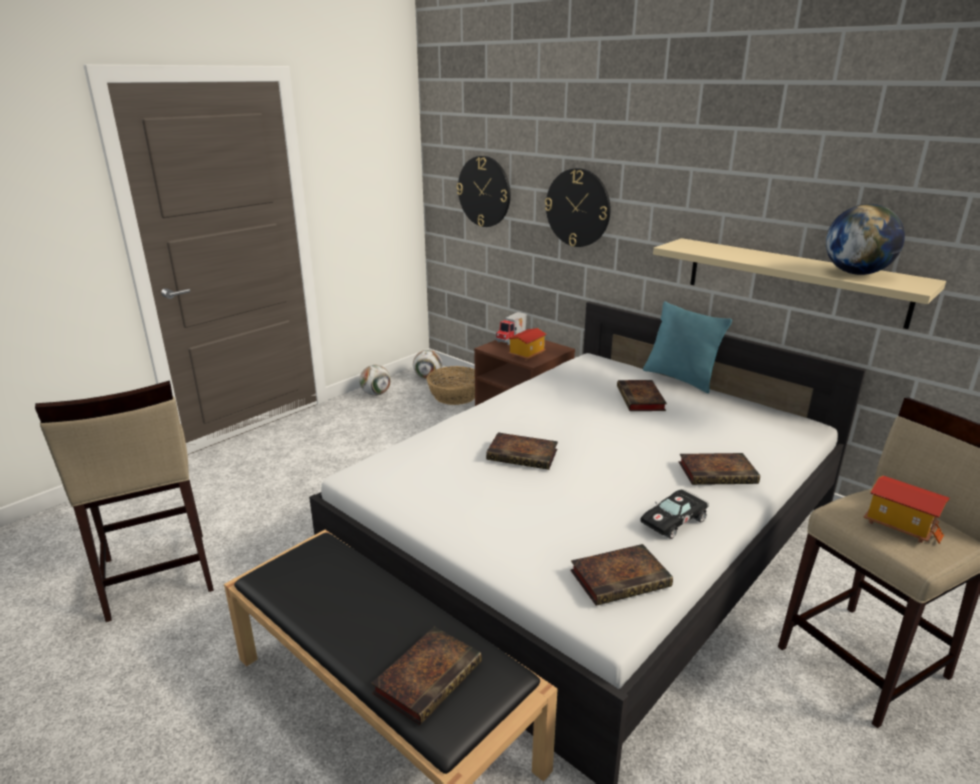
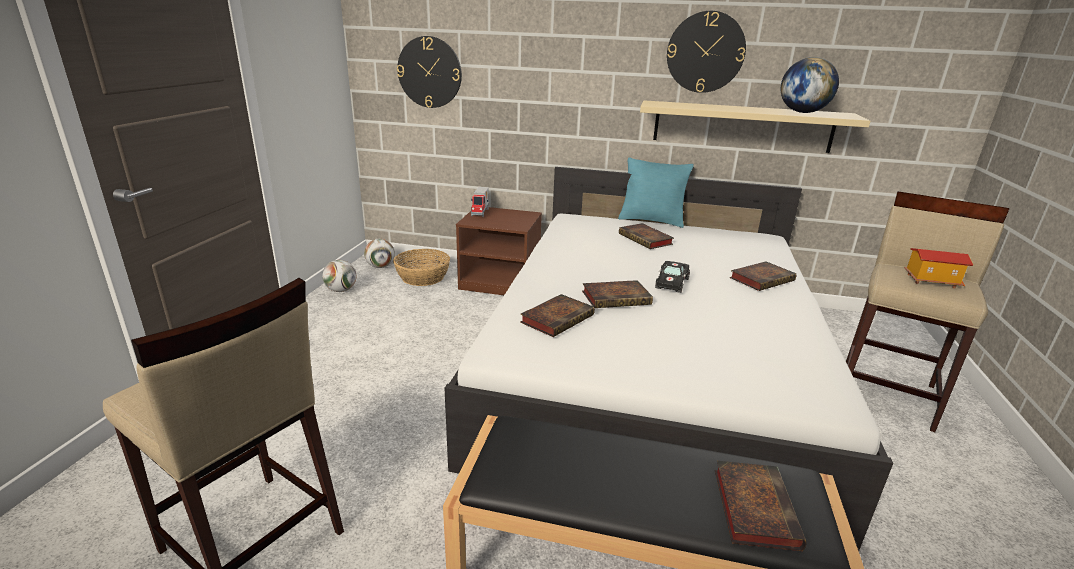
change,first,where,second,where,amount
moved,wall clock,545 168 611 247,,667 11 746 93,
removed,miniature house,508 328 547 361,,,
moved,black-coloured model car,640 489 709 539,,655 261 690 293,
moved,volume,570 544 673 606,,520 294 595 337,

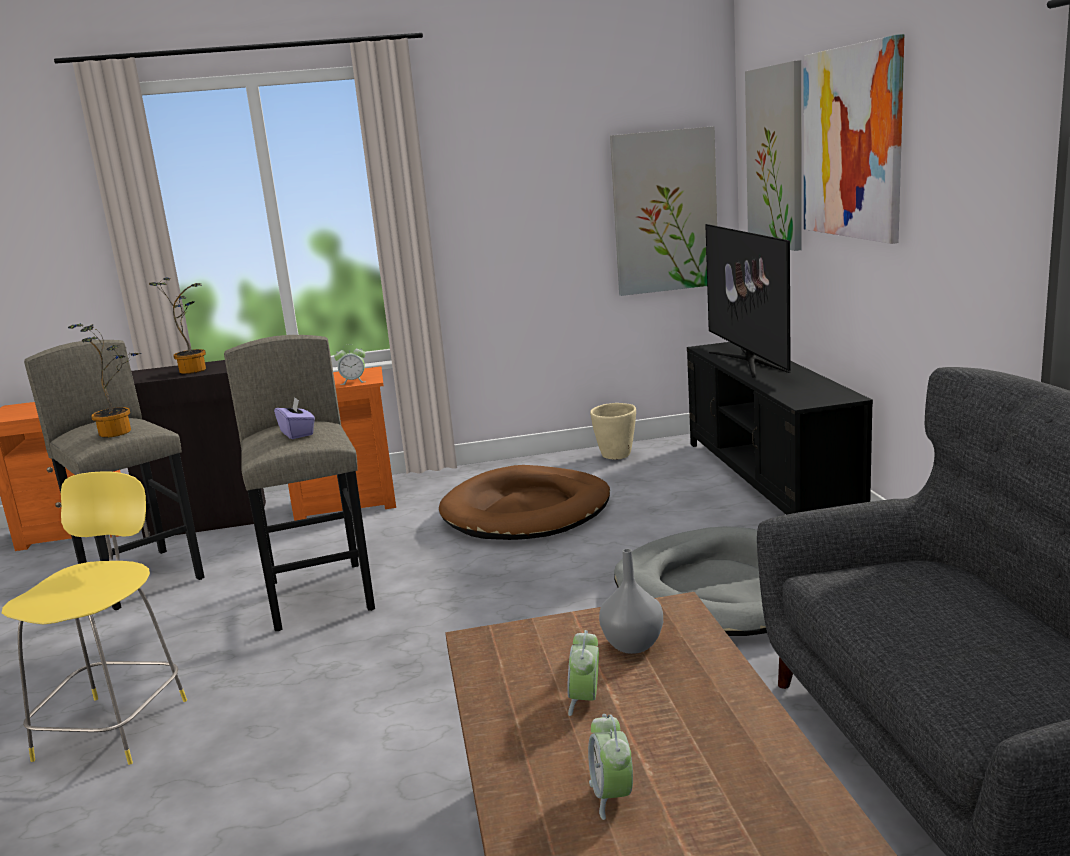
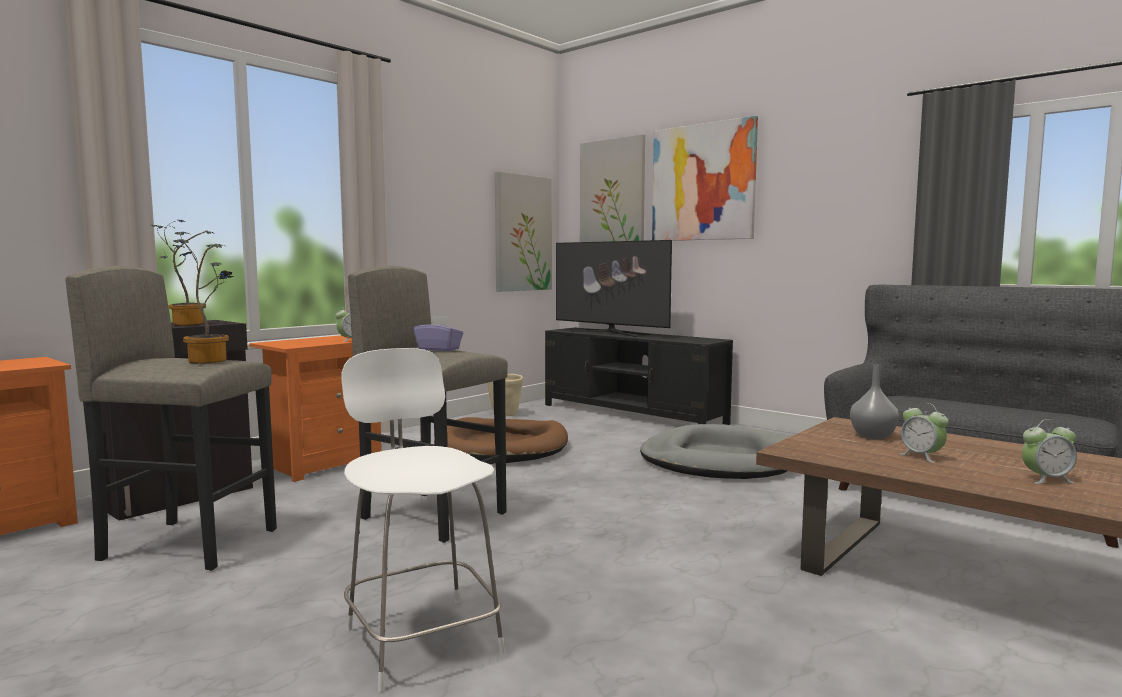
change,first,where,second,where,amount
recoloured,yellowish sitting stool,2 471 187 765,whitish sitting stool,342 348 505 692,
turned,table clock,588 714 633 820,,1022 419 1077 484,45 degrees counterclockwise

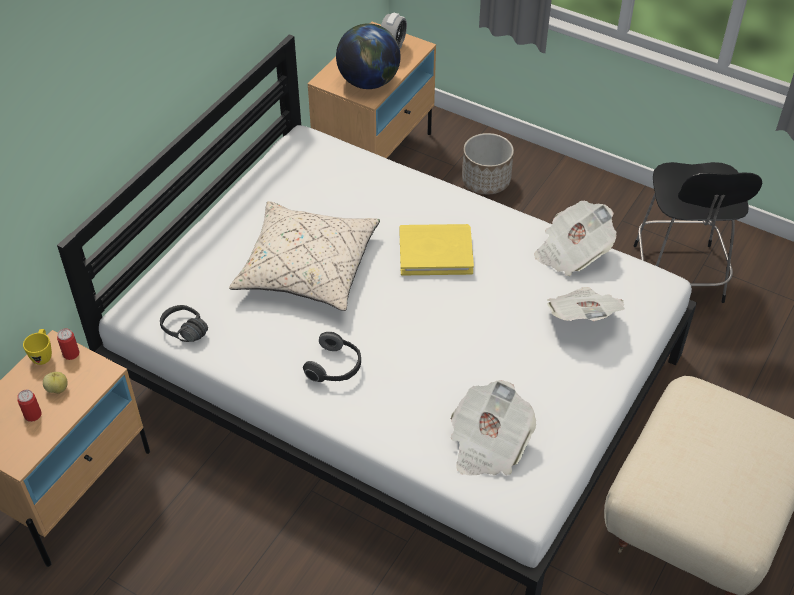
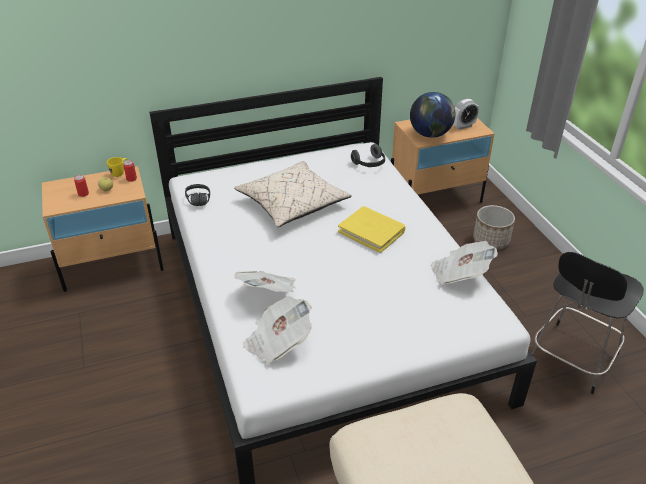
change,first,where,second,where,amount
moved,newspaper,547 287 625 321,,234 271 296 292,
moved,pair of headphones,303 332 361 382,,351 144 385 167,

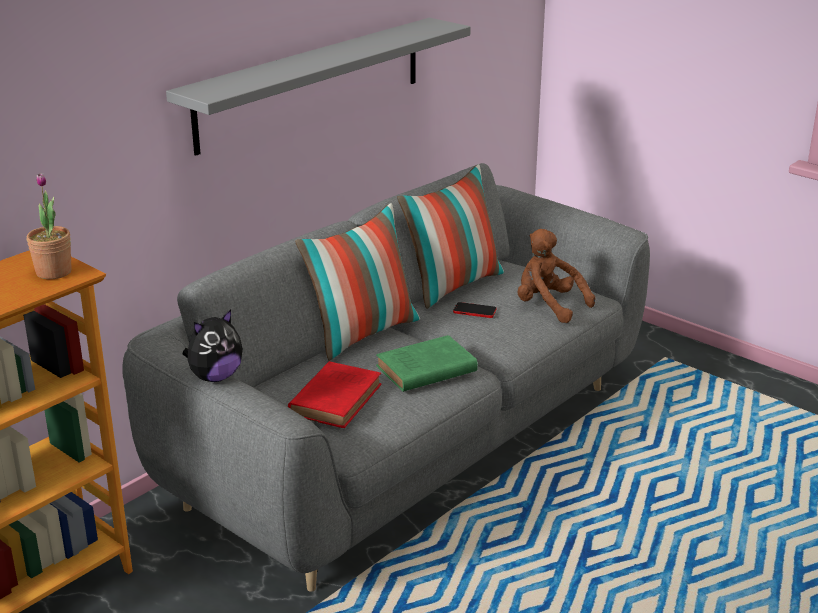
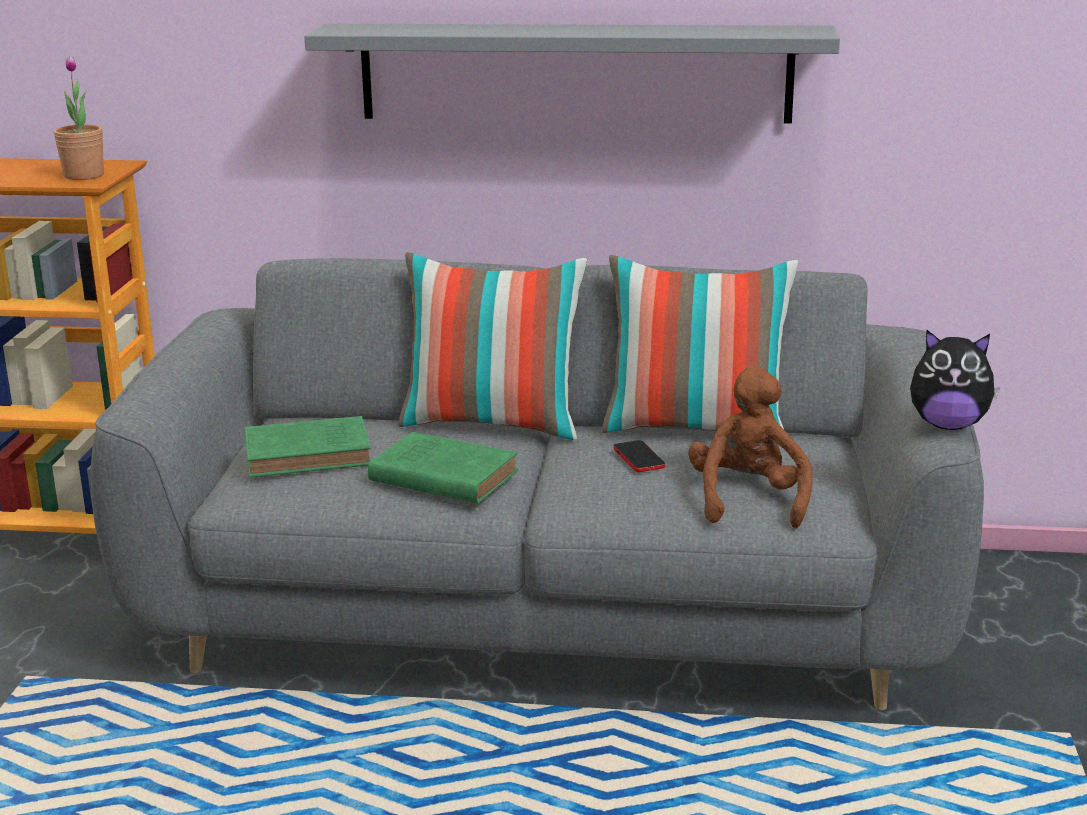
change,first,where,second,where,amount
moved,cuddly toy,183 309 243 382,,910 330 1000 430,
recoloured,reddish volume,288 361 382 428,green volume,245 416 370 477,

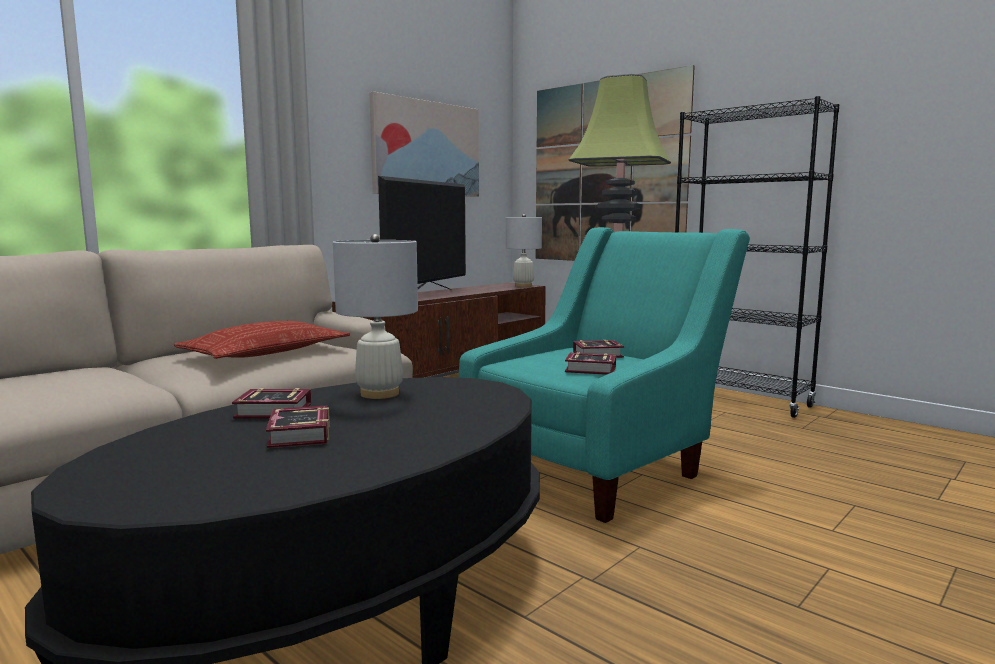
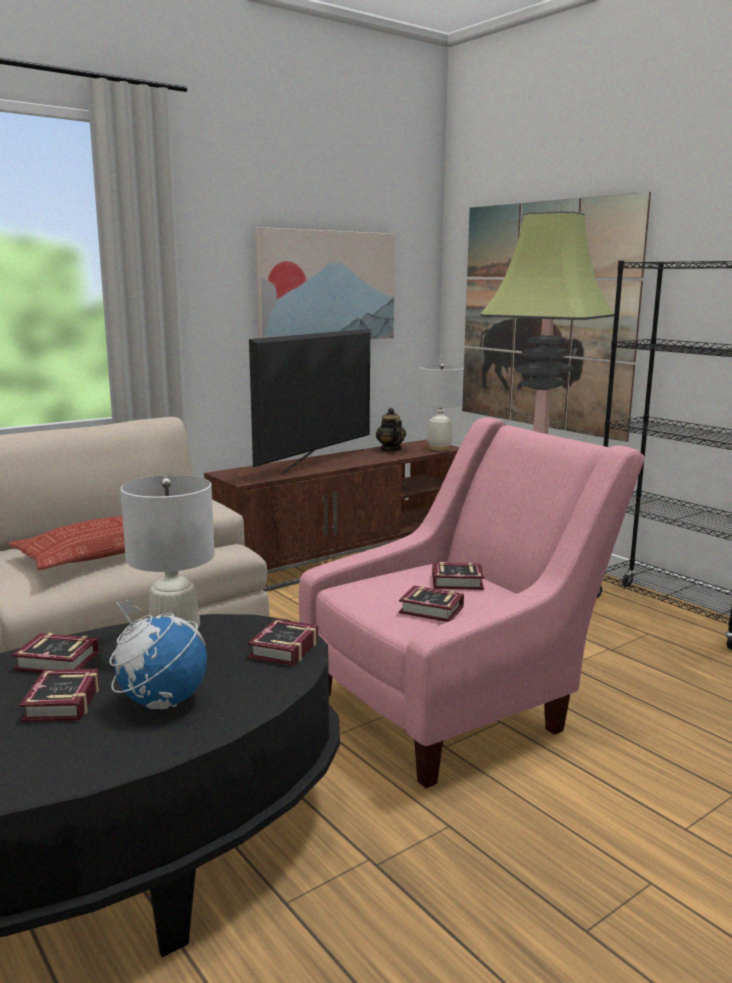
change,first,where,second,where,amount
recoloured,turquoise lounge chair,459 227 750 523,pink lounge chair,299 417 645 788,
added,,,teapot,376 408 406 451,
added,,,globe,110 598 207 709,
added,,,volume,248 619 318 666,

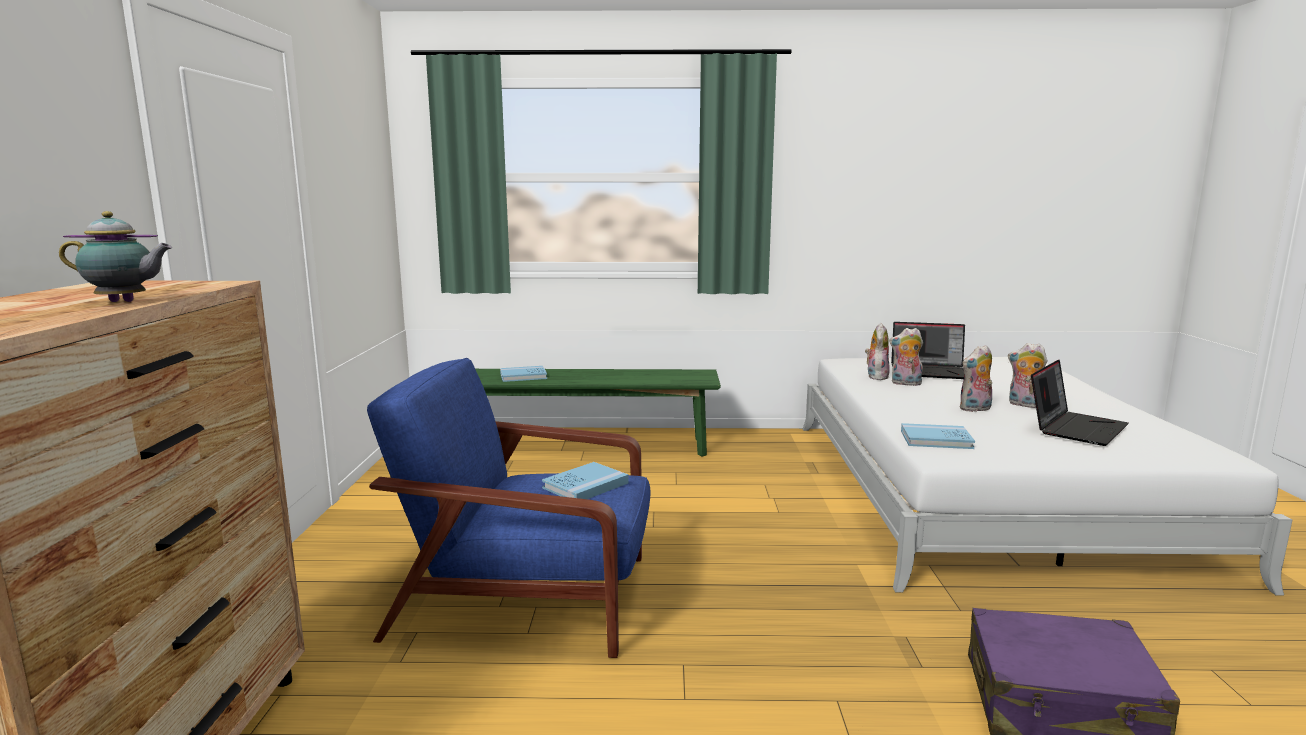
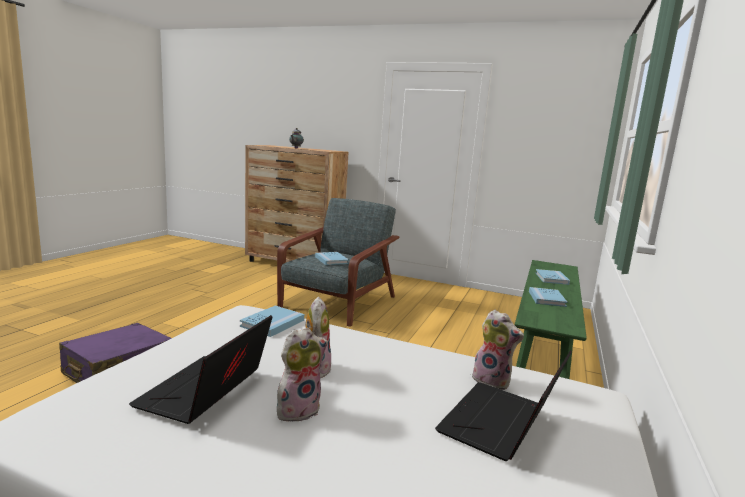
change,first,where,second,where,amount
removed,cuddly toy,889 328 923 386,,,
recoloured,blue lounge chair,367 358 650 658,grey lounge chair,277 198 400 327,
turned,notebook computer,1031 360 1129 446,,129 315 272 424,45 degrees clockwise
added,,,blue volume,529 287 567 307,

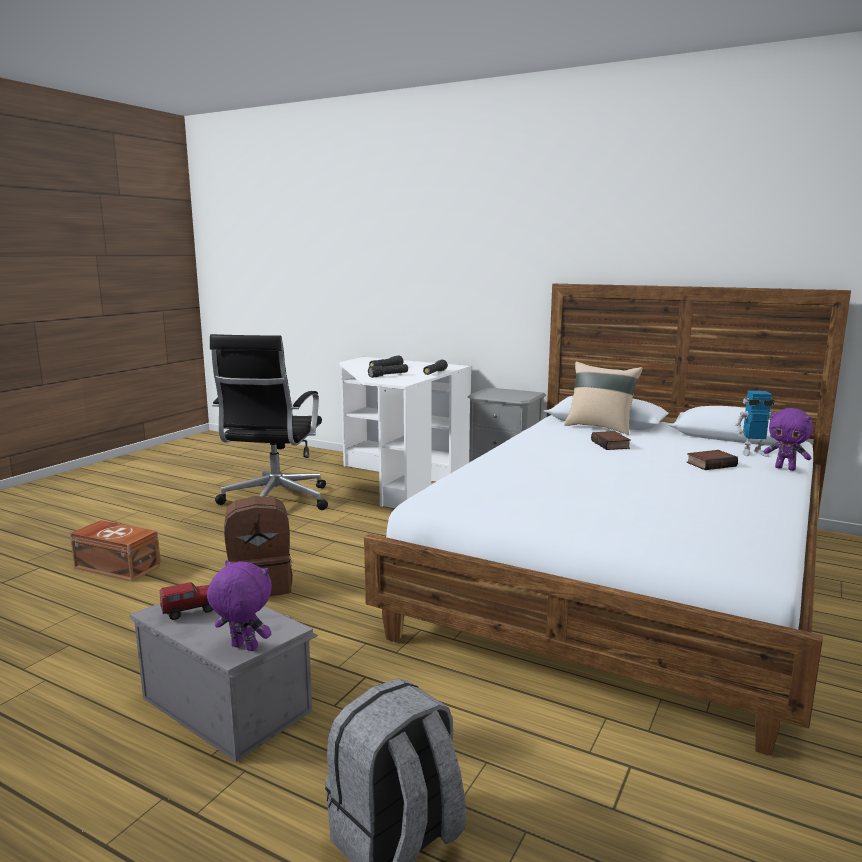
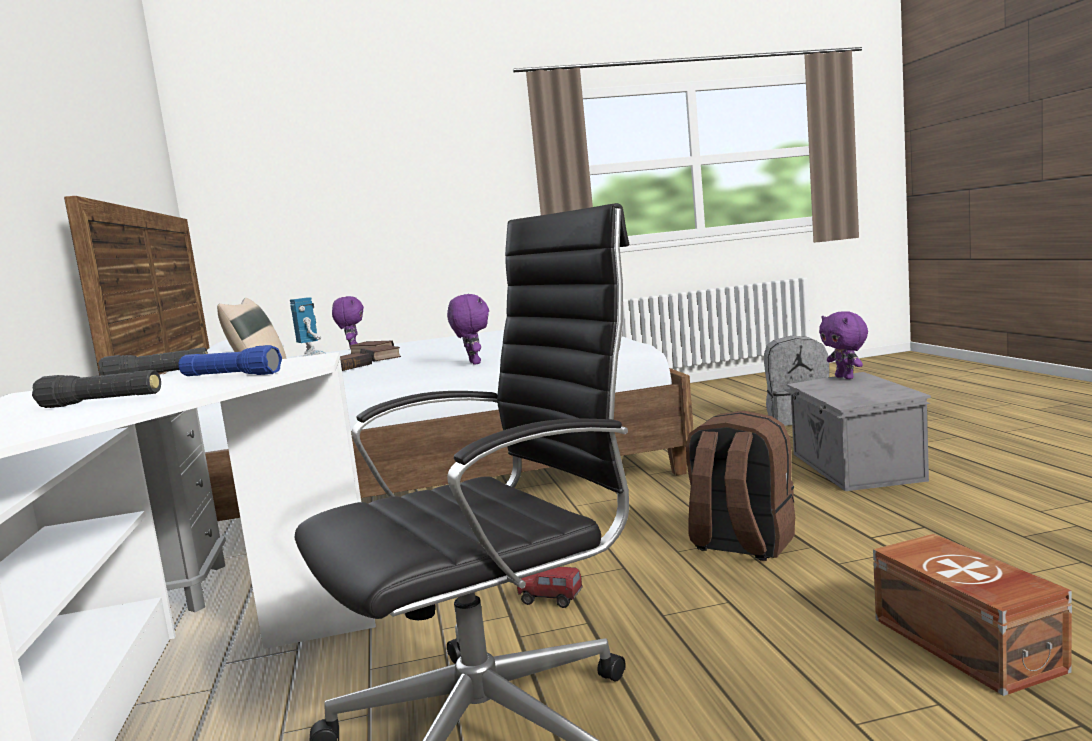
change,first,where,second,where,amount
recoloured,black-coloured torch,368 364 408 378,blue torch,178 345 282 376,
moved,toy lorry,160 582 213 620,,517 567 583 608,
added,,,purple cuddly toy,447 294 489 365,
added,,,volume,360 345 401 362,

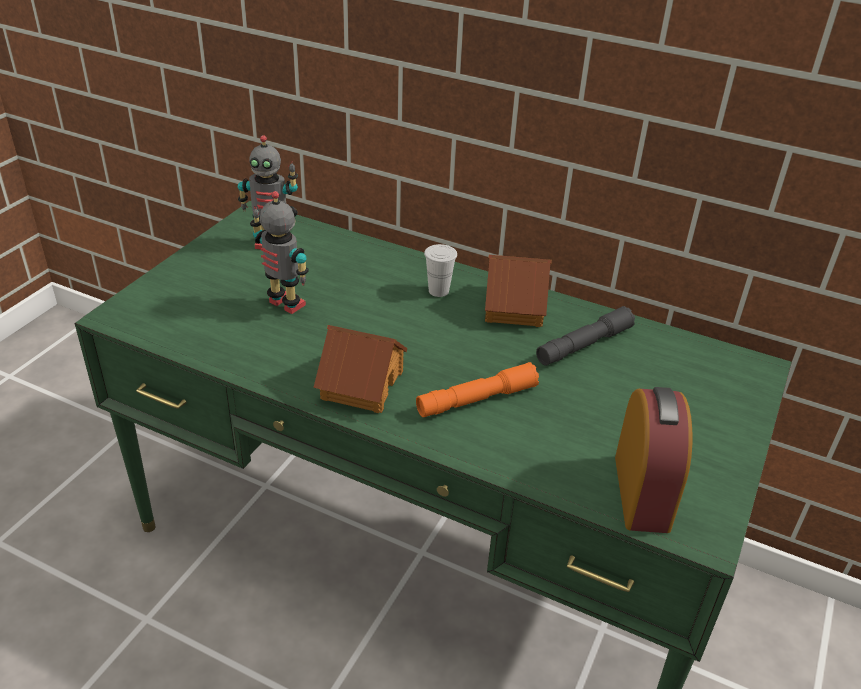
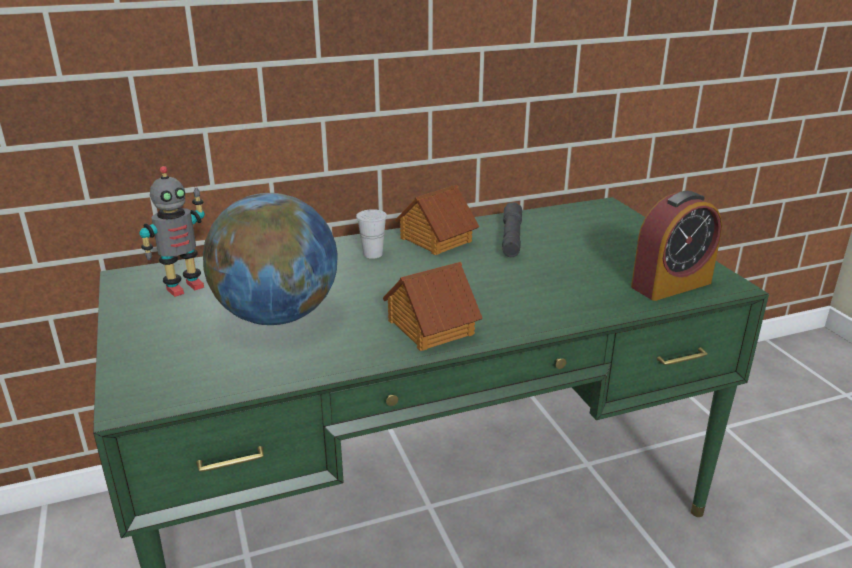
change,first,where,second,where,amount
replaced,model robot,250 191 309 314,globe,203 193 338 325,
removed,orangey torch,416 362 539 417,,,
turned,table clock,615 387 692 533,,631 191 722 301,105 degrees clockwise

